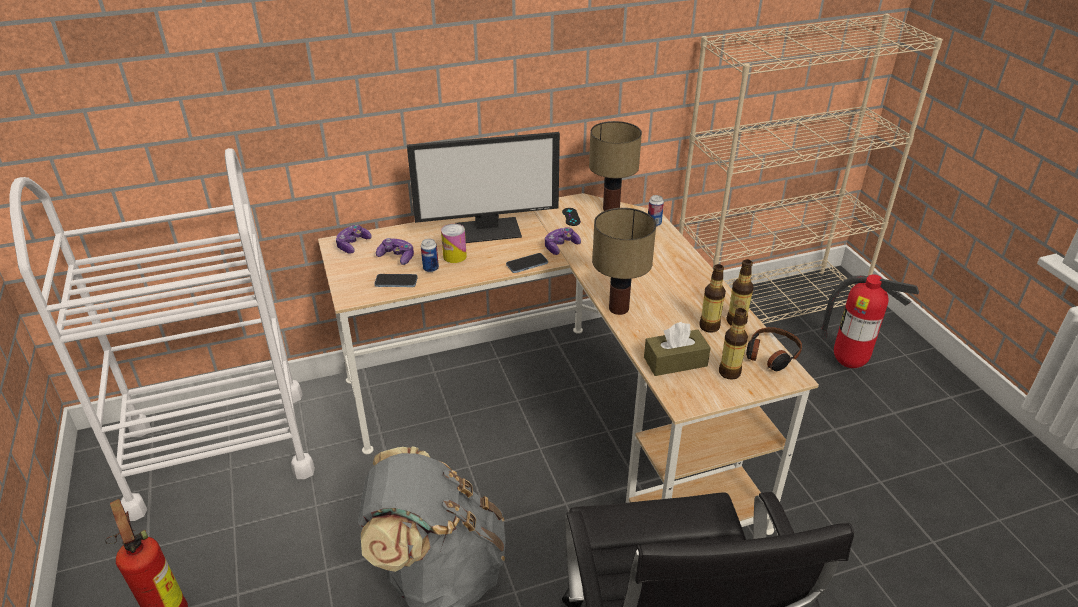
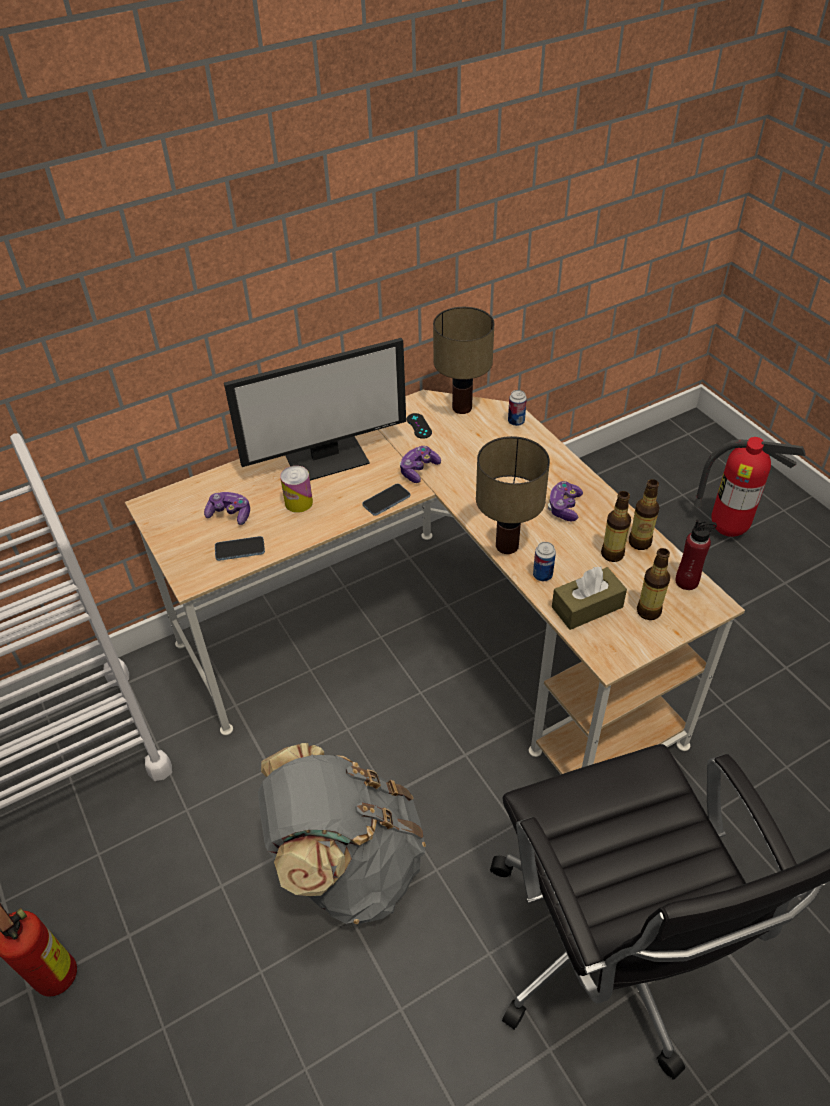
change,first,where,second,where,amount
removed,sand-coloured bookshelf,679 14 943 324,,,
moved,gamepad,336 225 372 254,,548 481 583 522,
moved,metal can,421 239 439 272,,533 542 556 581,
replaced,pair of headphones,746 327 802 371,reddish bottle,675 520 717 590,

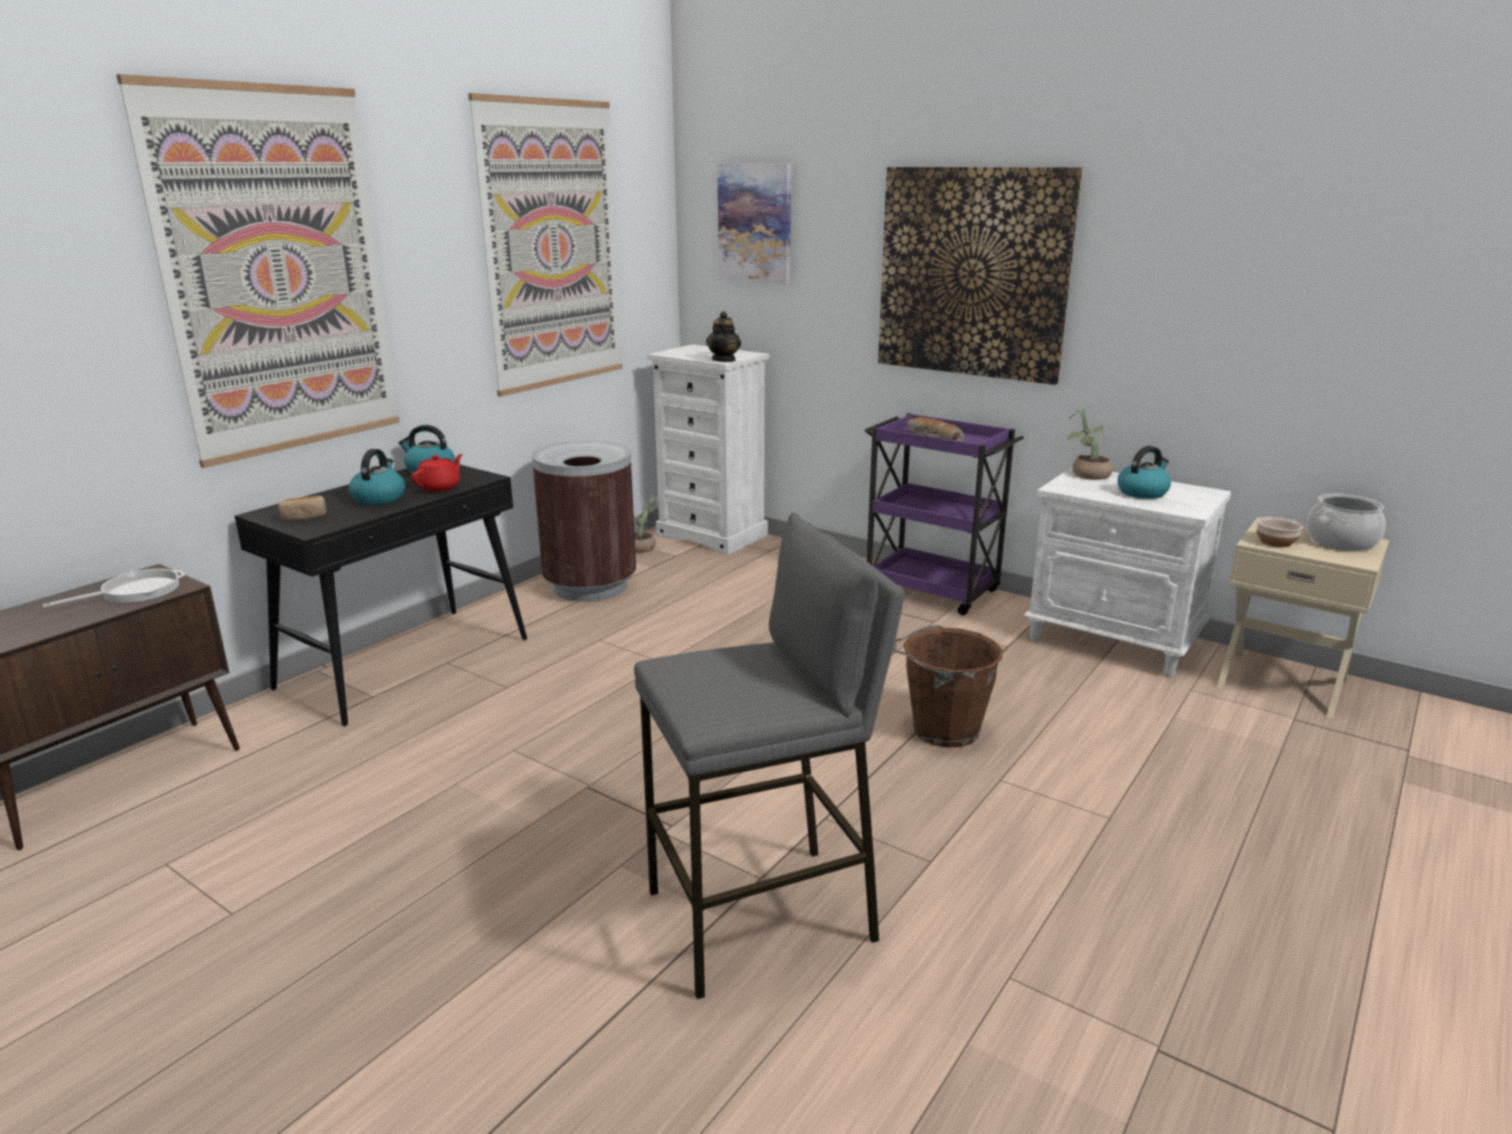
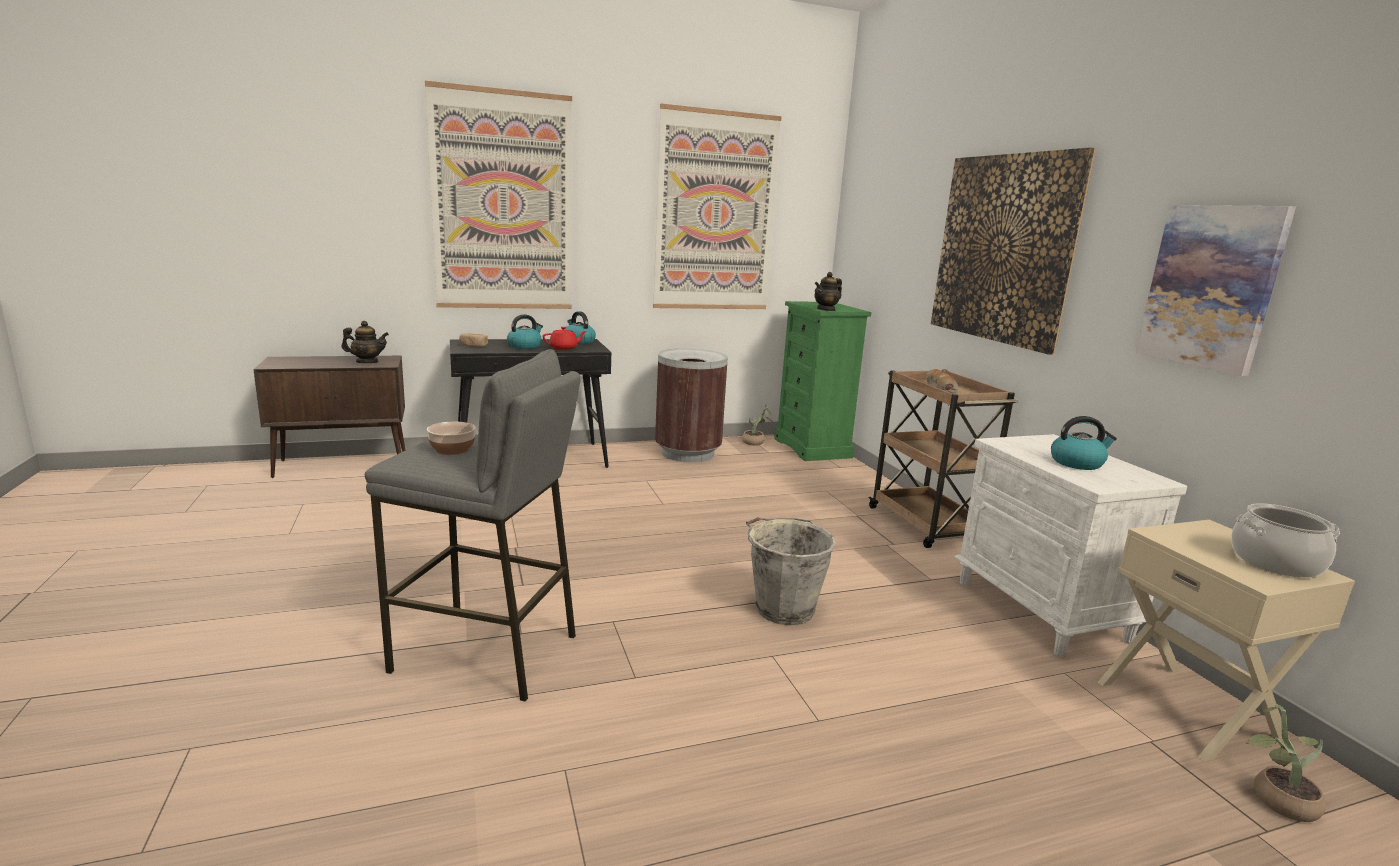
change,first,where,second,where,amount
moved,wall art,717 164 791 284,,1135 205 1296 376,
recoloured,whitish drawer chest,647 344 769 555,green drawer chest,774 301 872 461,
moved,potted plant,1068 408 1113 480,,1247 704 1326 822,
recoloured,purple cart,865 413 1024 615,brownish cart,868 369 1018 548,
moved,bowl,1257 517 1303 547,,427 422 476 455,
replaced,pan,43 569 185 608,teapot,342 321 389 363,
recoloured,brownish water bucket,893 625 1002 748,grey water bucket,746 517 836 625,

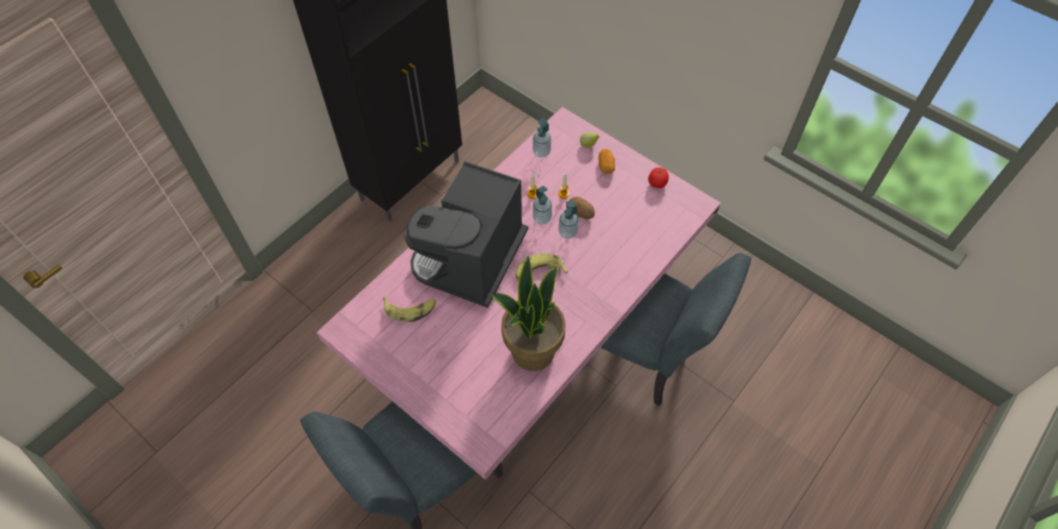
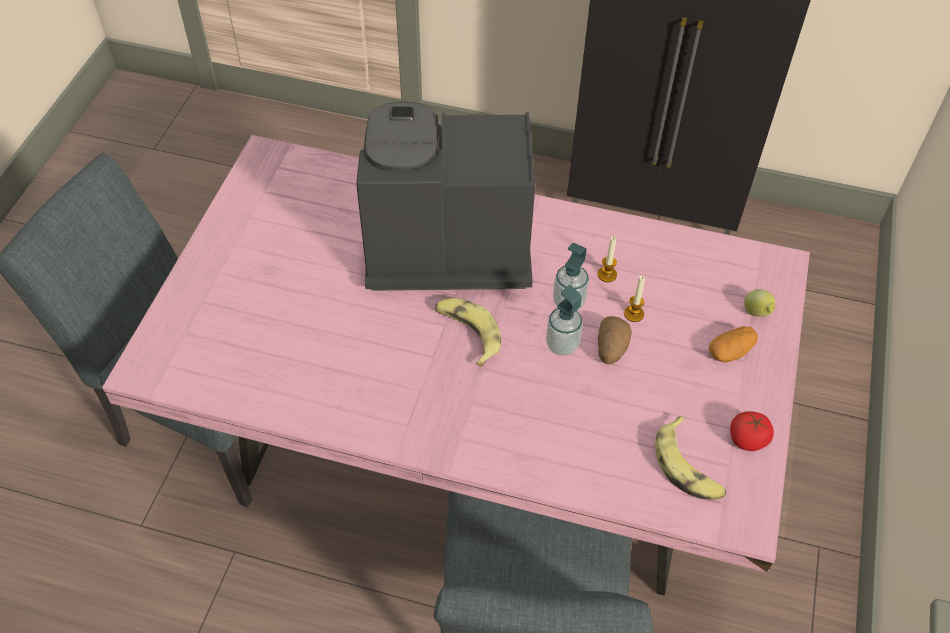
change,first,where,second,where,amount
removed,soap dispenser,533 118 551 157,,,
removed,potted plant,491 256 566 371,,,
moved,whole banana,383 296 436 322,,655 416 726 499,

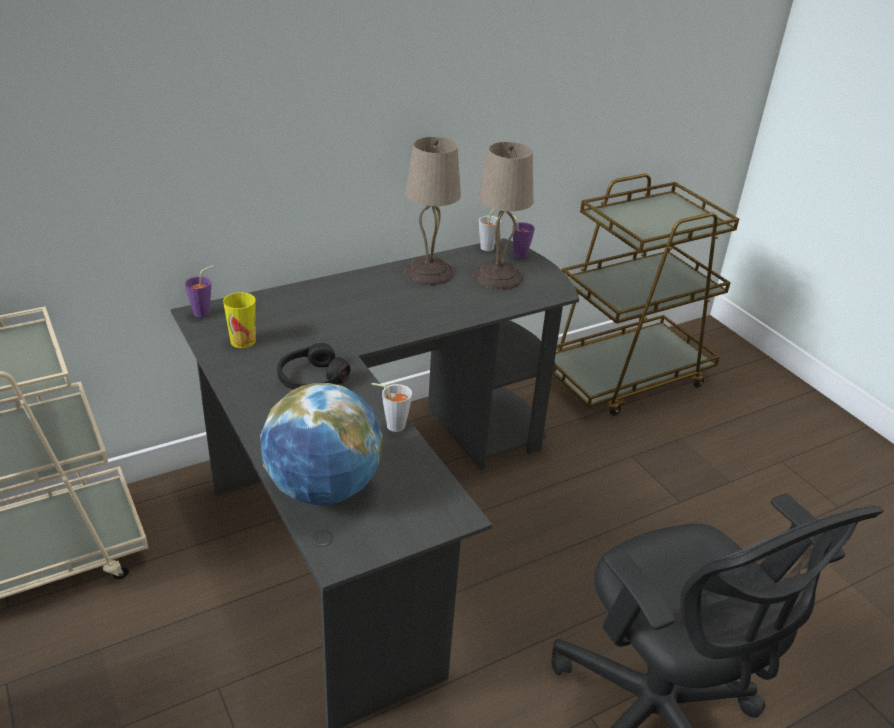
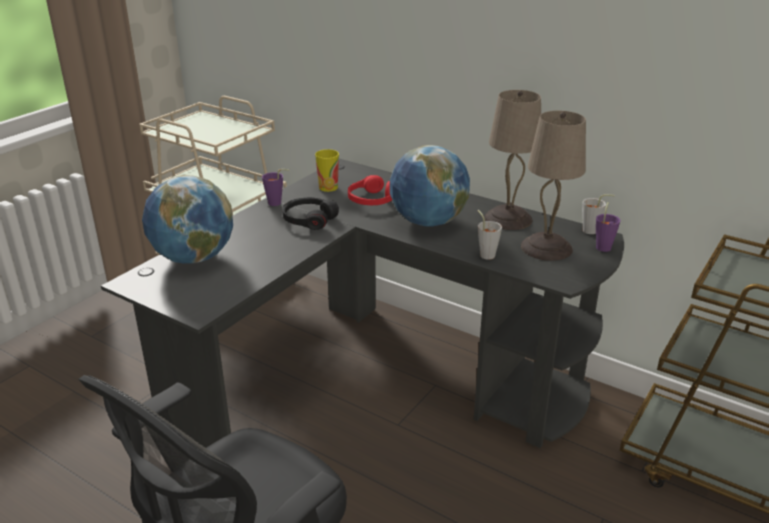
change,first,where,second,where,amount
moved,purple small cup,185 265 214 317,,262 169 289 206,
moved,grey small cup,372 383 412 432,,477 210 502 260,
added,,,globe,390 145 470 227,
added,,,reddish pair of headphones,348 175 392 205,

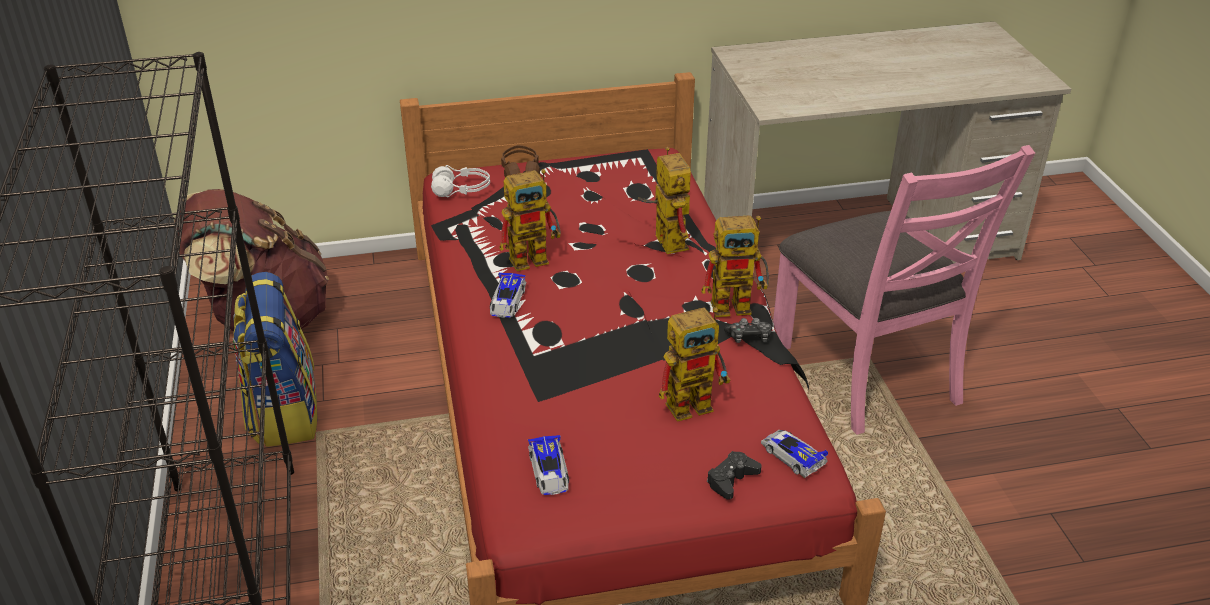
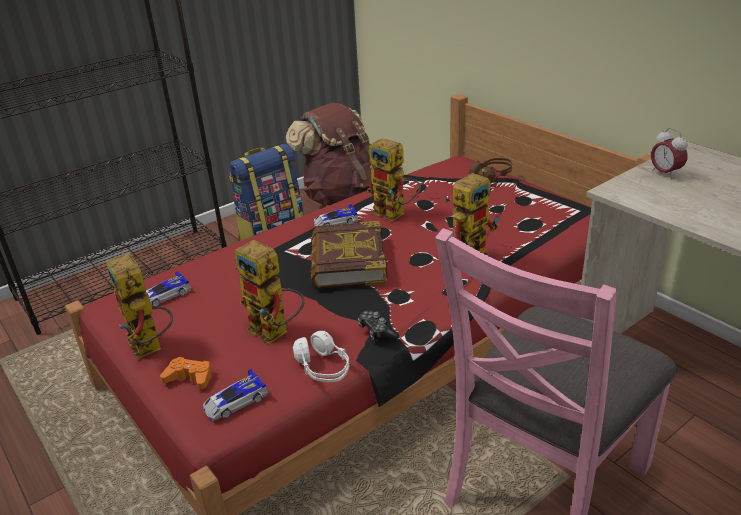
change,first,where,second,where,amount
moved,whitish pair of headphones,431 165 490 198,,293 331 349 382,
moved,model robot,701 215 769 317,,106 253 173 359,
turned,model car,761 430 828 478,,203 369 268 420,150 degrees counterclockwise
recoloured,black-coloured gamepad,707 451 762 500,orangey gamepad,160 357 212 389,
added,,,table clock,651 128 688 179,
added,,,volume,311 221 387 289,

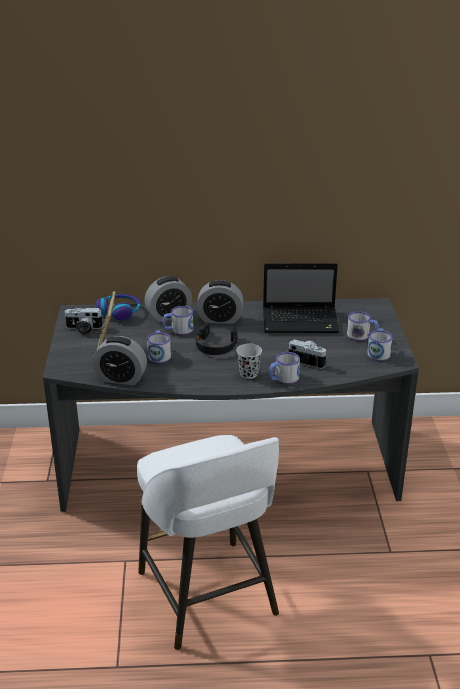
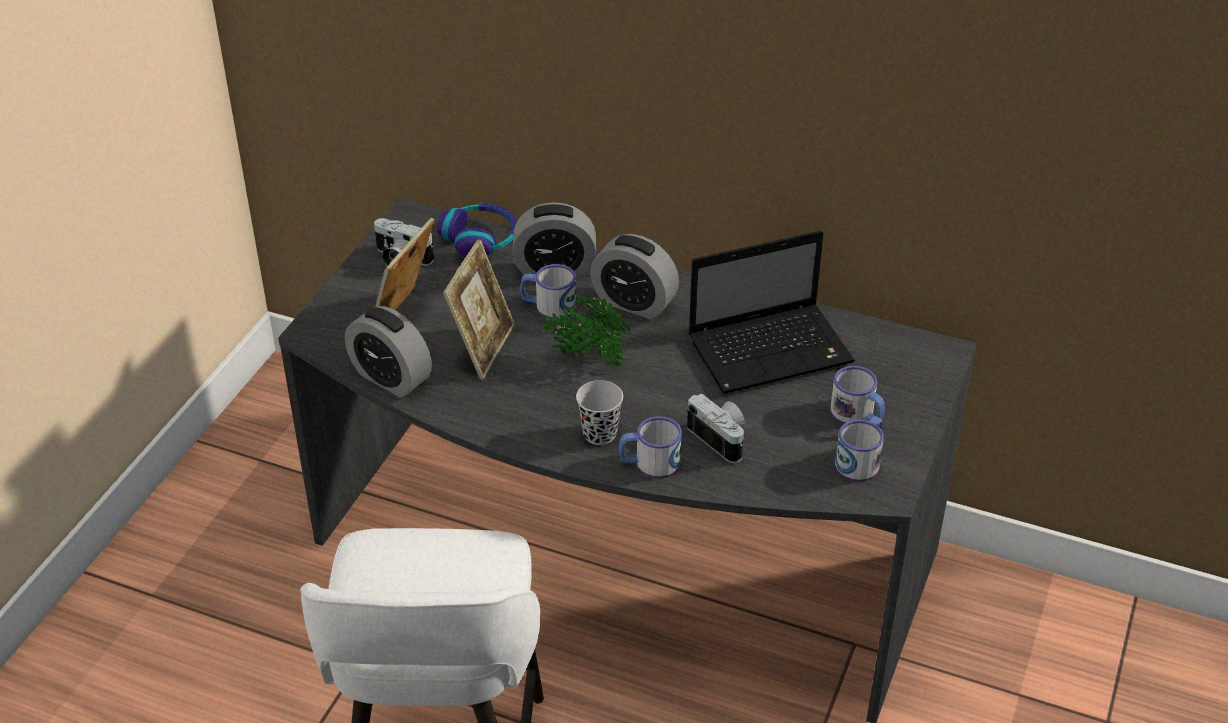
change,first,where,second,where,amount
turned,notebook computer,263 263 340 333,,688 231 855 394,45 degrees counterclockwise
replaced,black-coloured pair of headphones,196 322 237 355,potted plant,543 294 631 367,
replaced,coffee mug,147 330 171 363,standing frame,443 239 515 380,

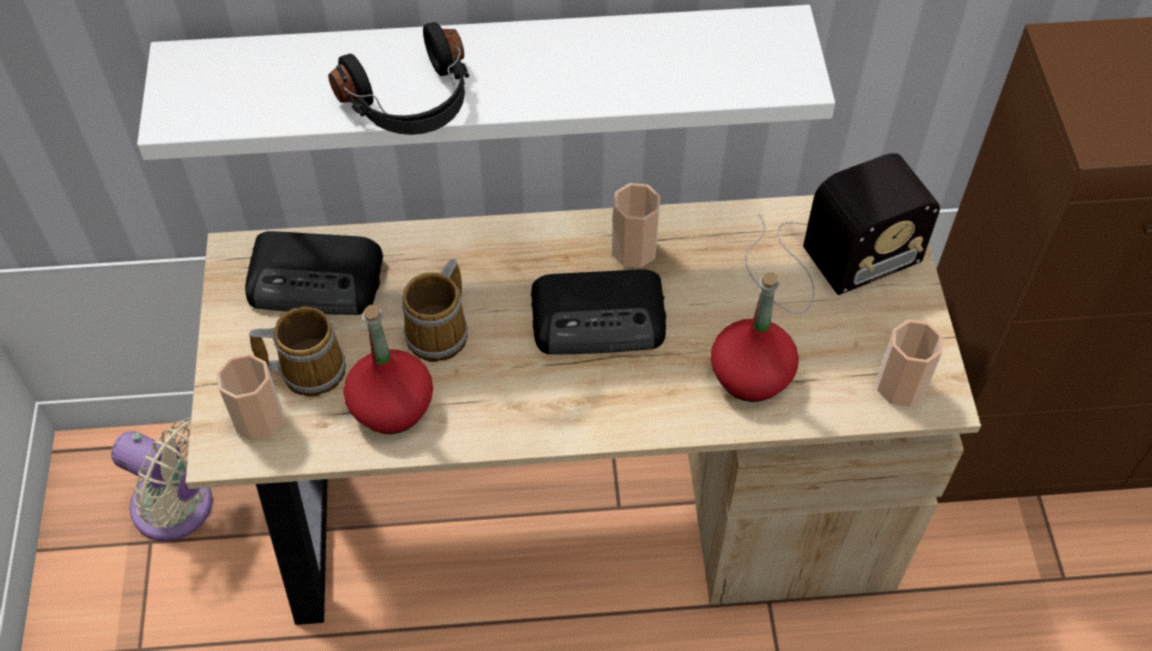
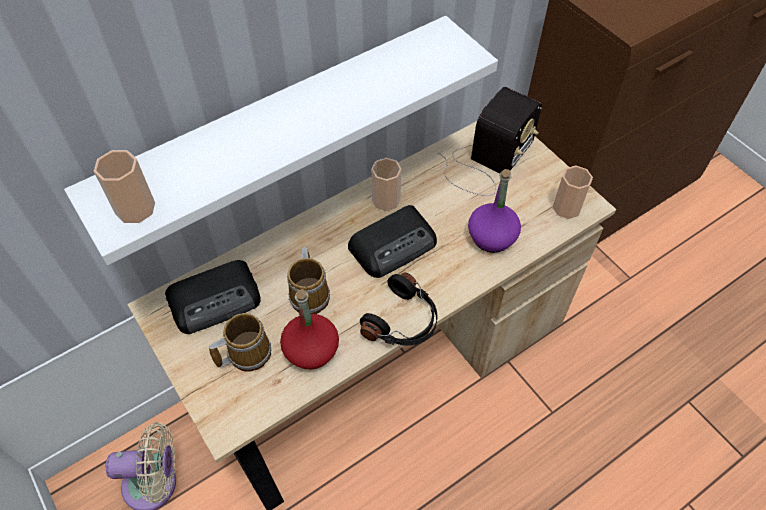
change,first,where,second,where,amount
moved,black-coloured pair of headphones,328 22 469 135,,360 273 438 346,
recoloured,reddish bottle,711 272 799 402,purple bottle,468 169 521 253,
moved,small cup,217 354 284 442,,94 150 155 223,

